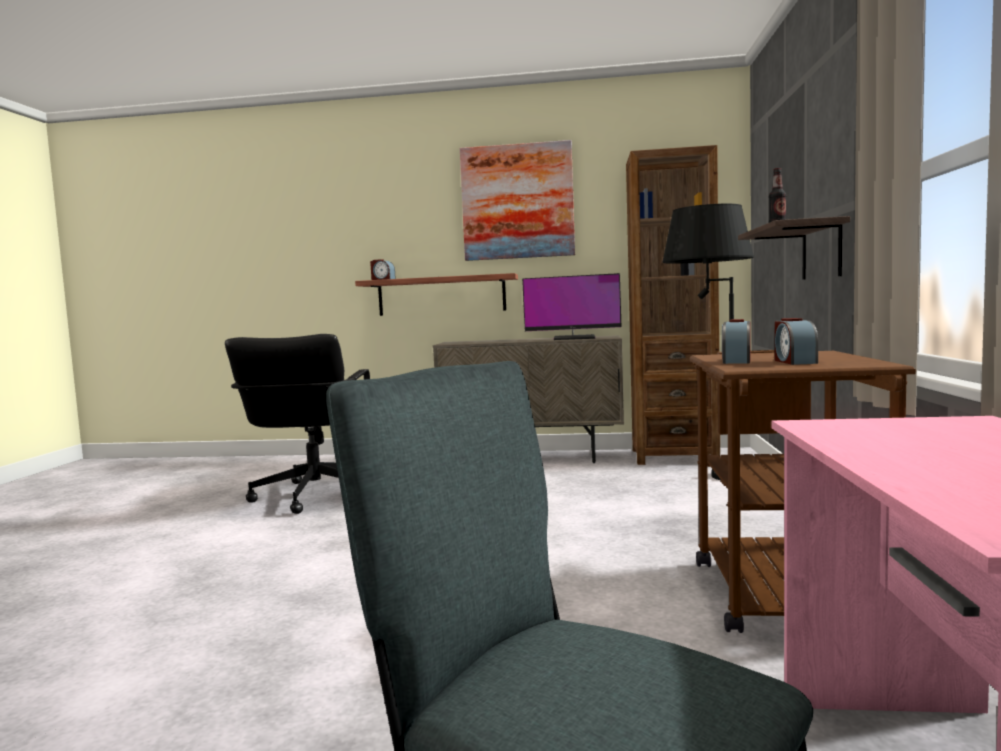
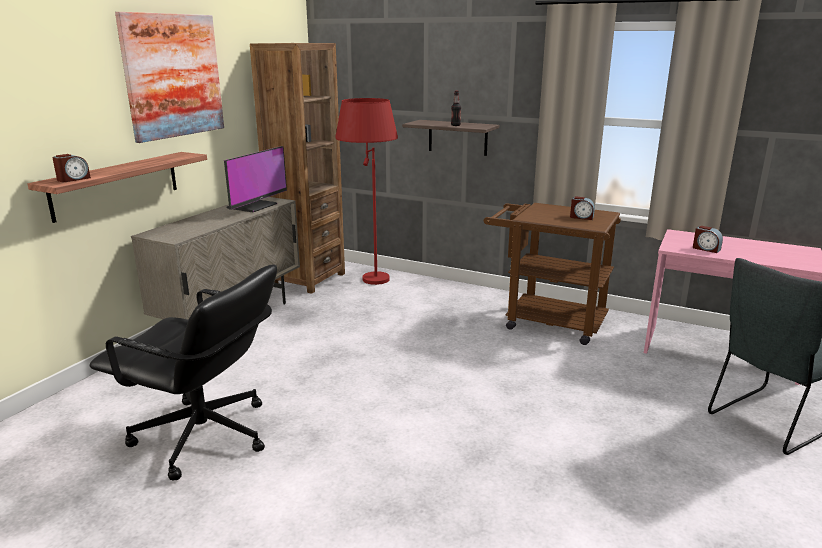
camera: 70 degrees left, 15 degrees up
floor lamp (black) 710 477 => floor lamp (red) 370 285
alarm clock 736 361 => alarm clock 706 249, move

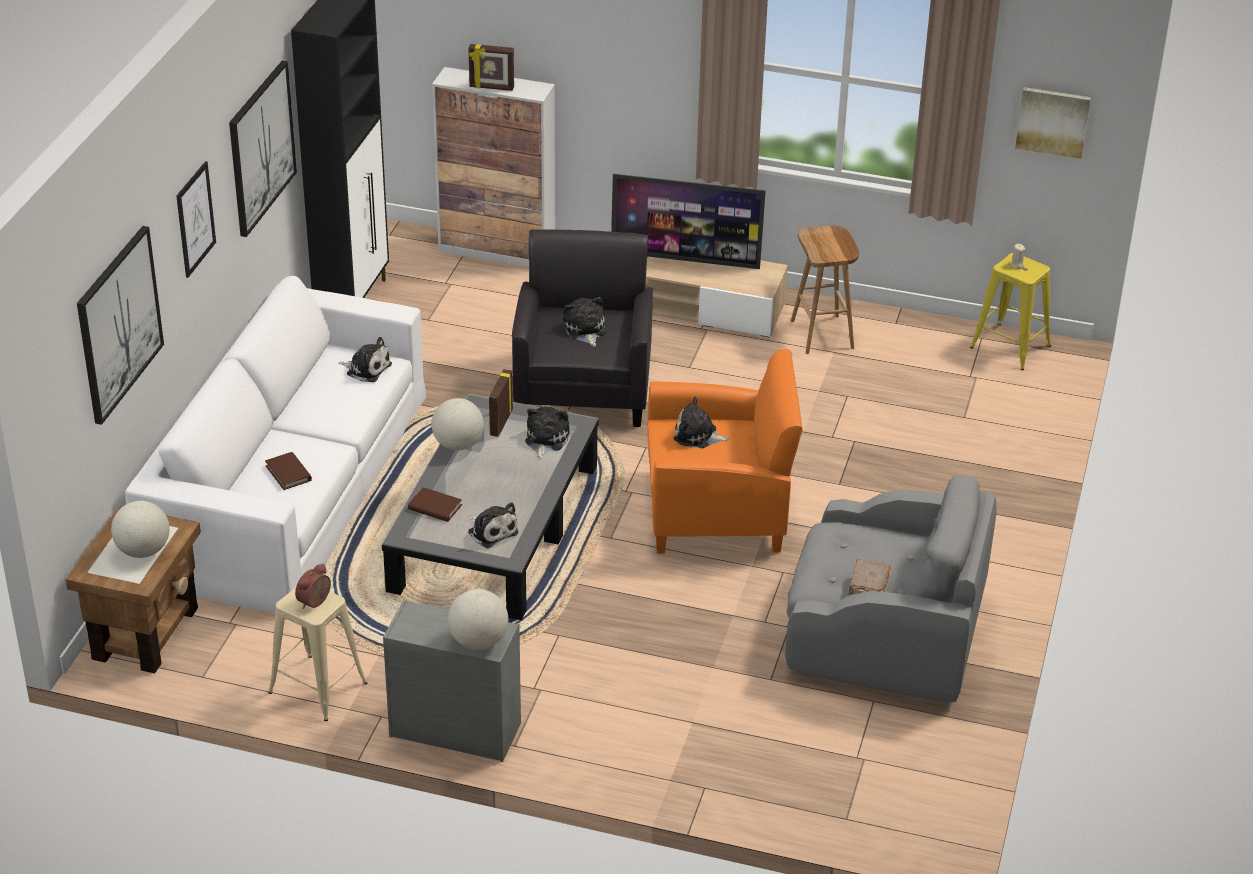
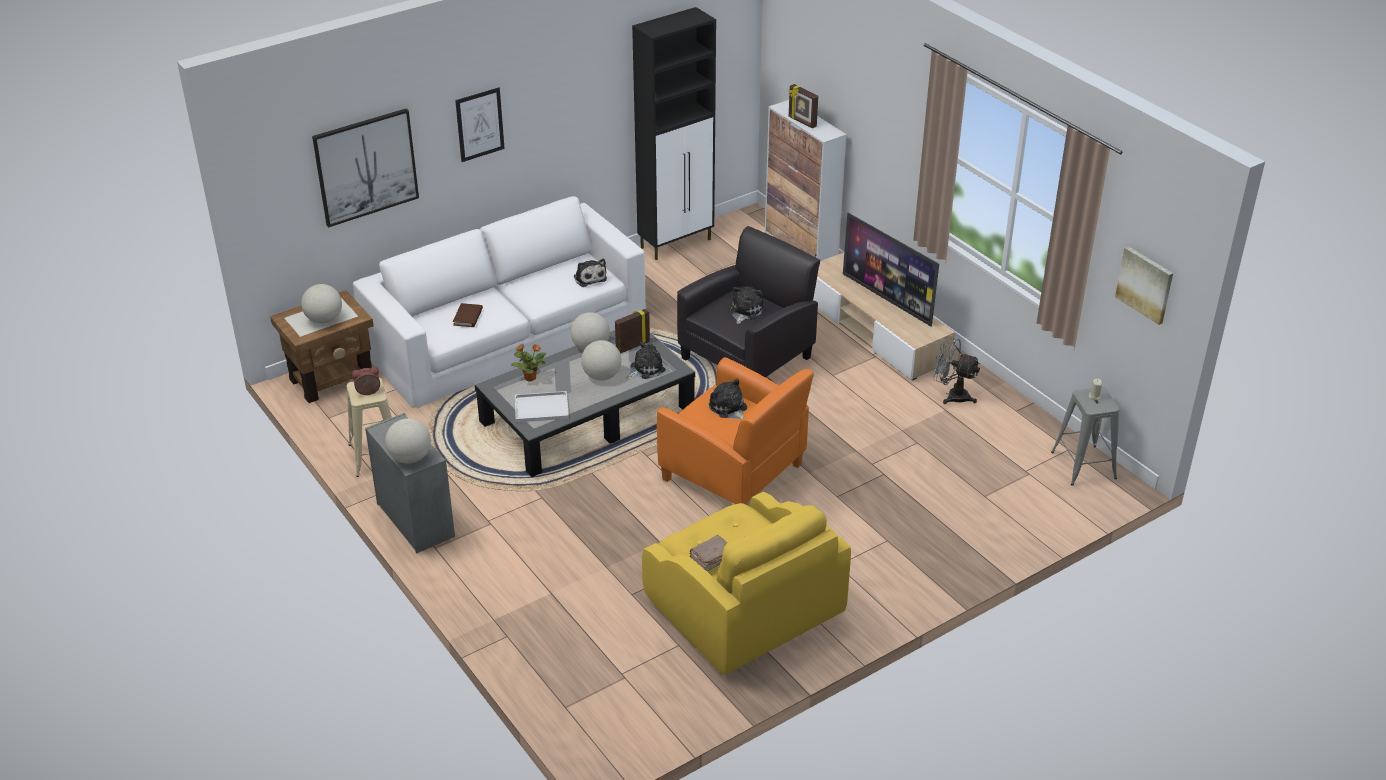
camera: 40 degrees right, 0 degrees up
picture 261 147 => nothing
book (brown) 435 507 => potted plant 529 377
plush toy 491 531 => tray (white) 542 407
armchair (grey) 882 633 => armchair (yellow) 741 606
stool (brown) 823 335 => fan (grey) 952 395
stool (yellow) 1010 347 => stool (grey) 1083 465
nothing => globe 601 376

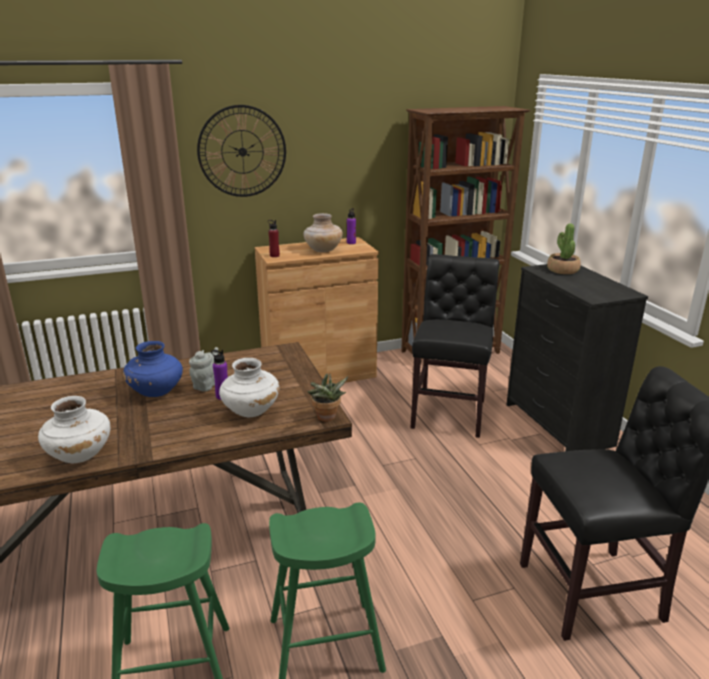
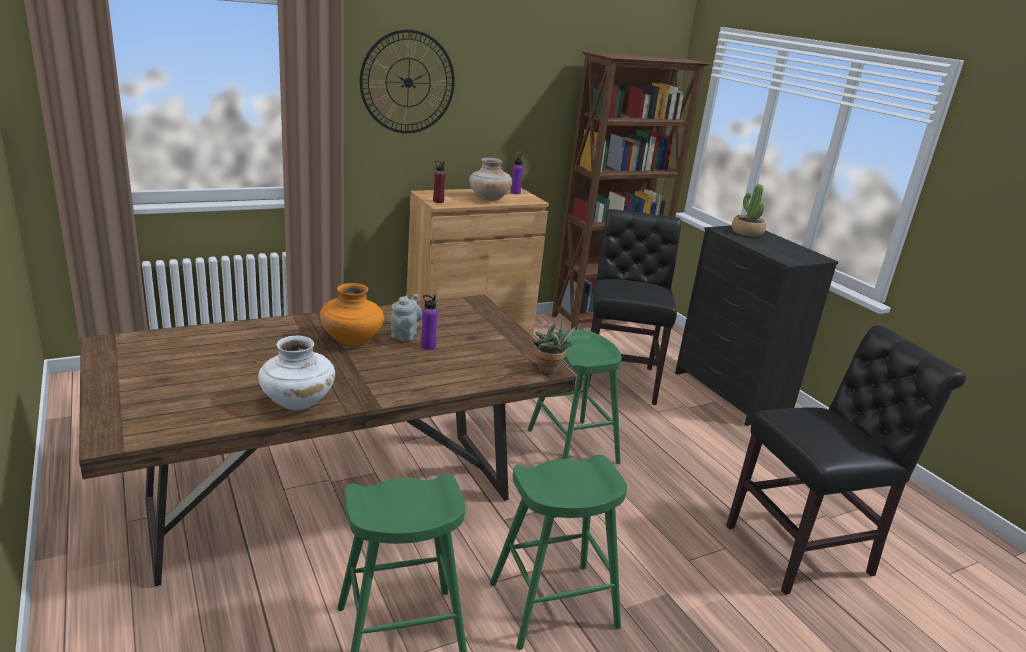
camera: 10 degrees left, 0 degrees up
vase (blue) 156 392 => vase (orange) 352 340
vase (white) 250 411 => nothing
nothing => stool (green) 572 446

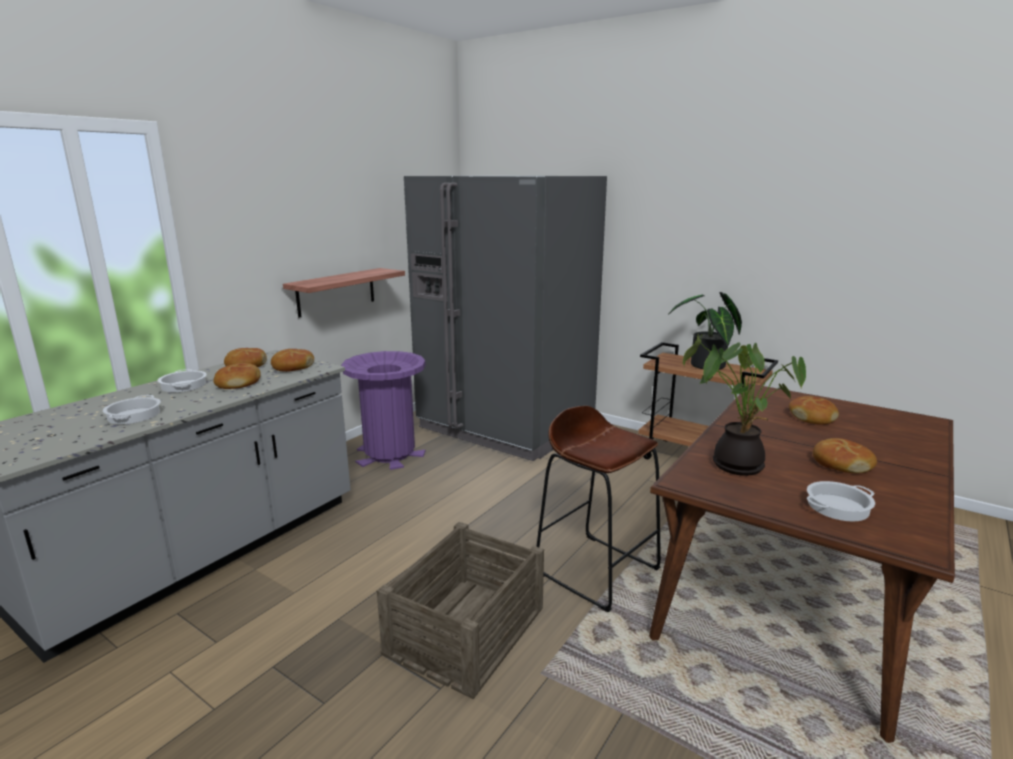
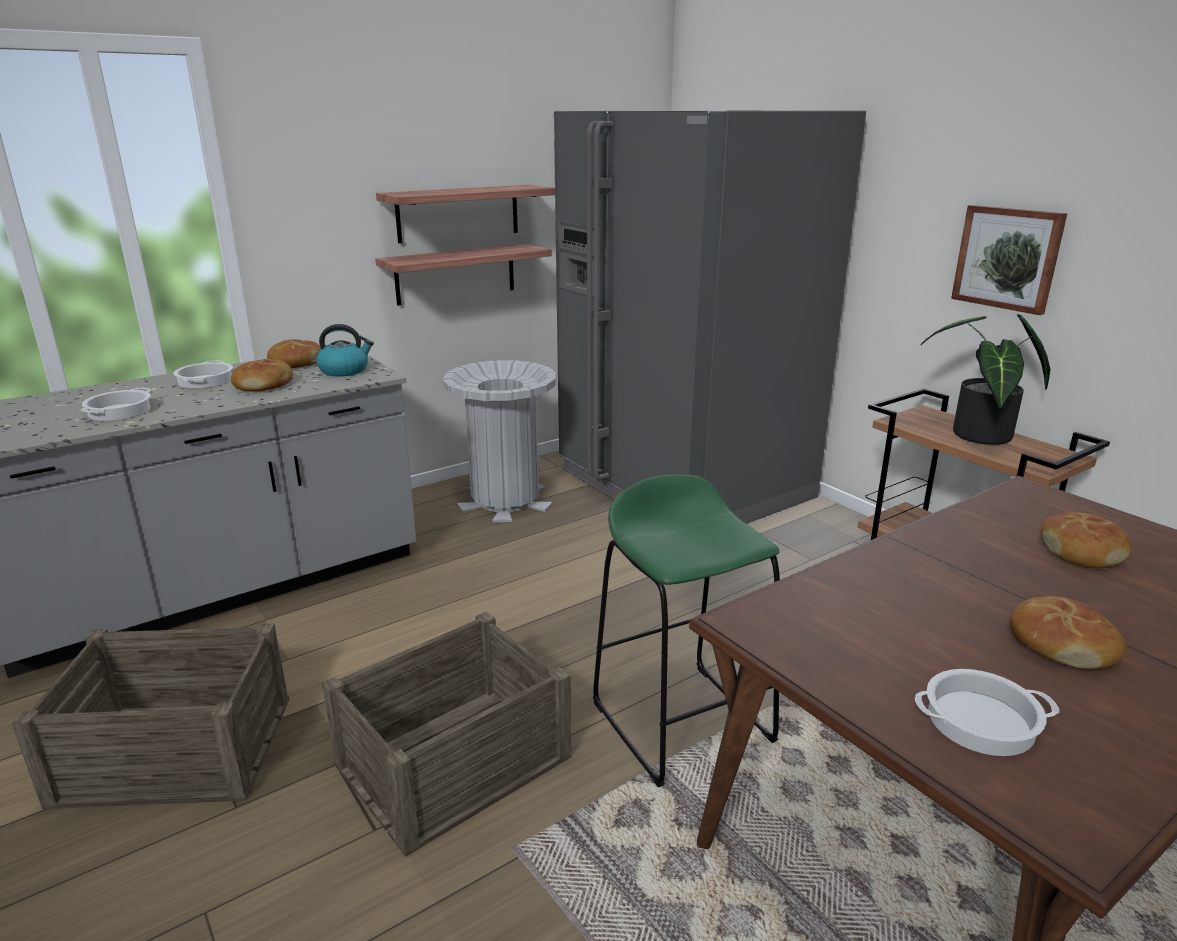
camera: 20 degrees right, 5 degrees up
bread 292 367 => kettle 345 370
trash can (purple) 390 454 => trash can (grey) 505 501
stool (brown) 597 570 => stool (green) 682 721
potted plant 736 464 => nothing
nothing => crate 176 751
nothing => shelf 458 213
nothing => picture 1008 258

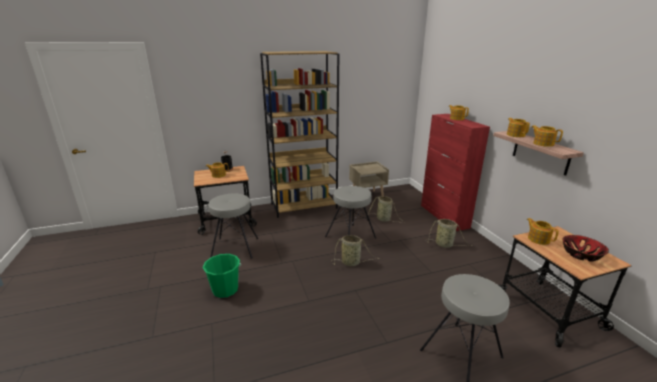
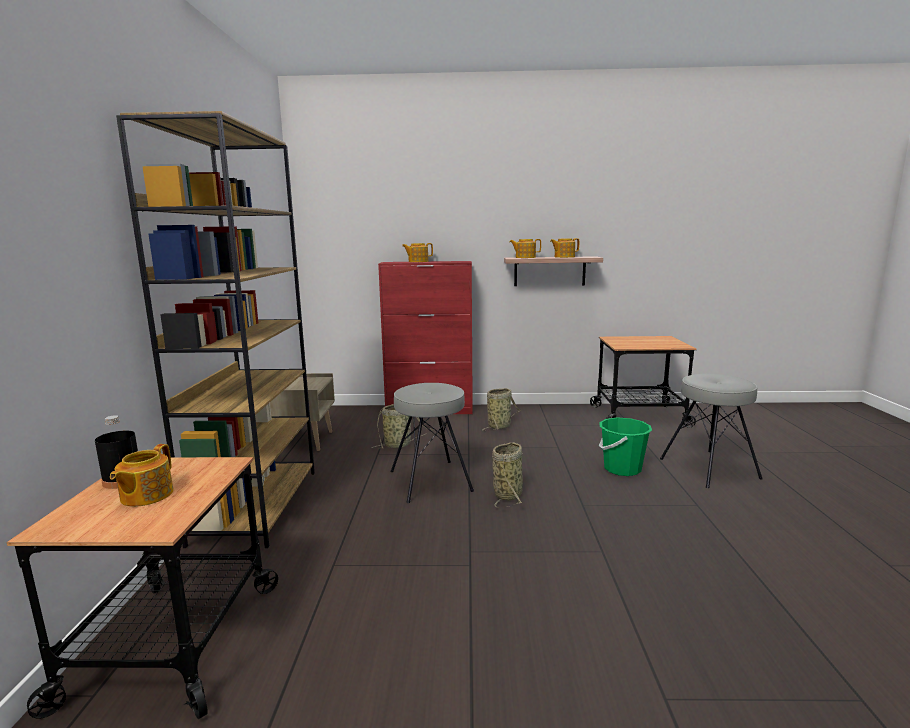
camera: 70 degrees left, 10 degrees down
bucket (green) 225 290 => bucket (green) 622 469, move
stool (grey) 235 248 => nothing
teapot 538 239 => nothing
bowl 581 254 => nothing

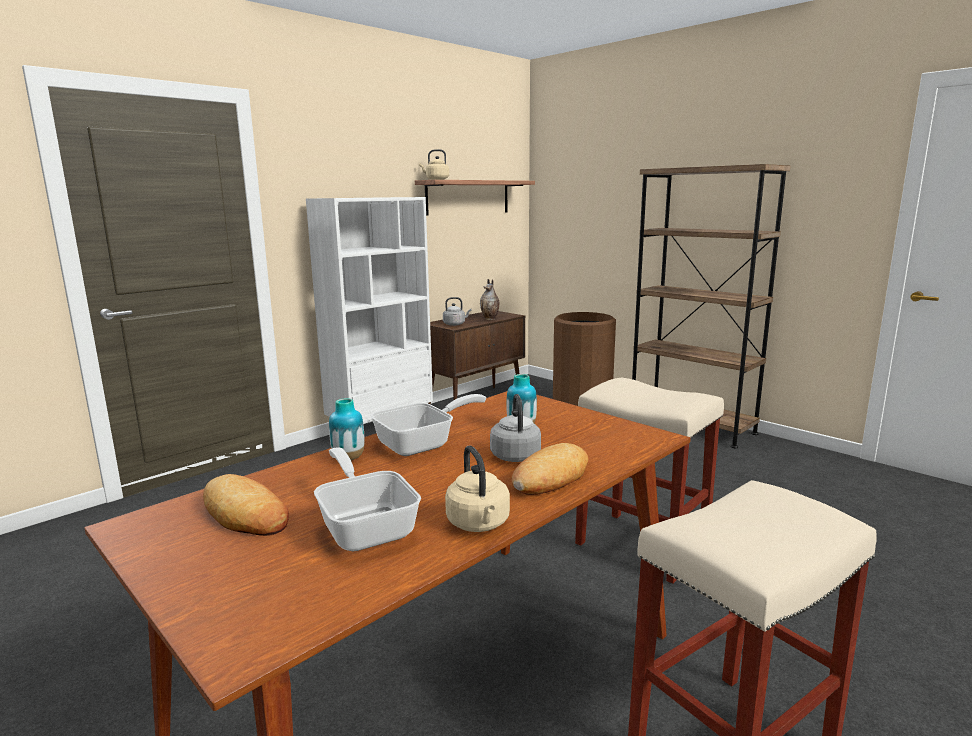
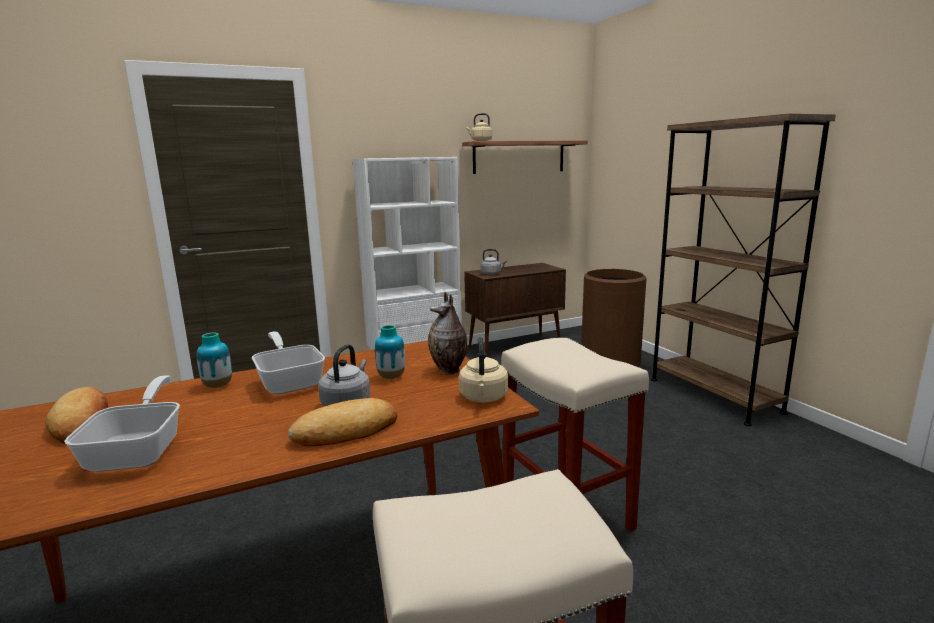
camera: 20 degrees right, 0 degrees up
frying pan 423 444 => frying pan 290 381, 105 degrees counterclockwise
kettle (beige) 479 524 => kettle (beige) 483 398, move
vase 490 319 => vase 449 371, move

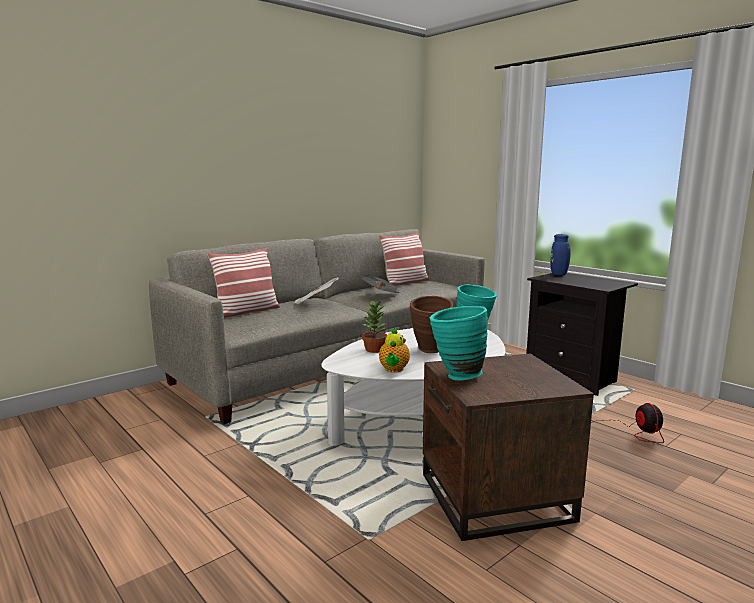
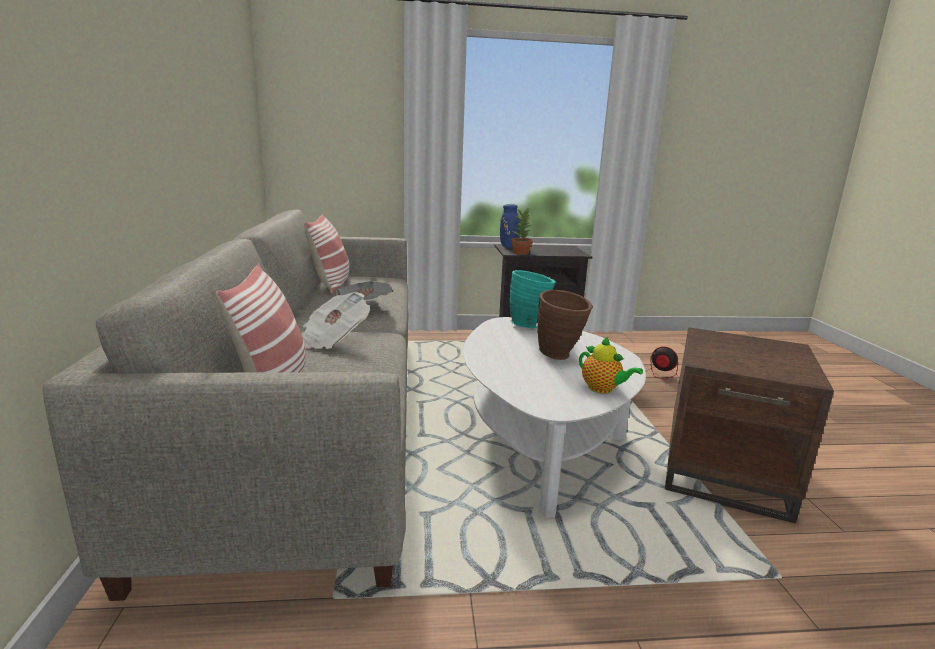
camera: 55 degrees left, 5 degrees up
potted plant 374 350 => potted plant 521 253, move
vase (turquoise) 456 376 => nothing

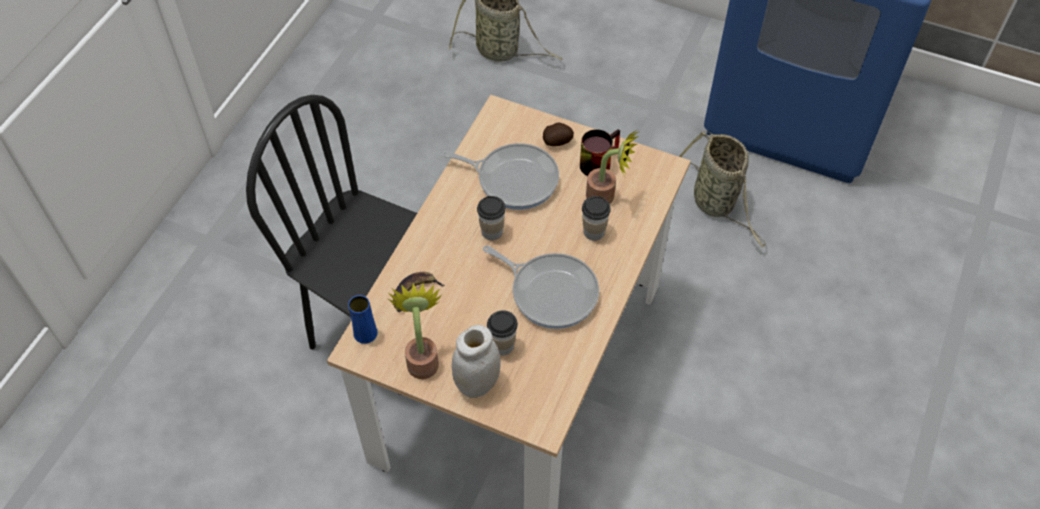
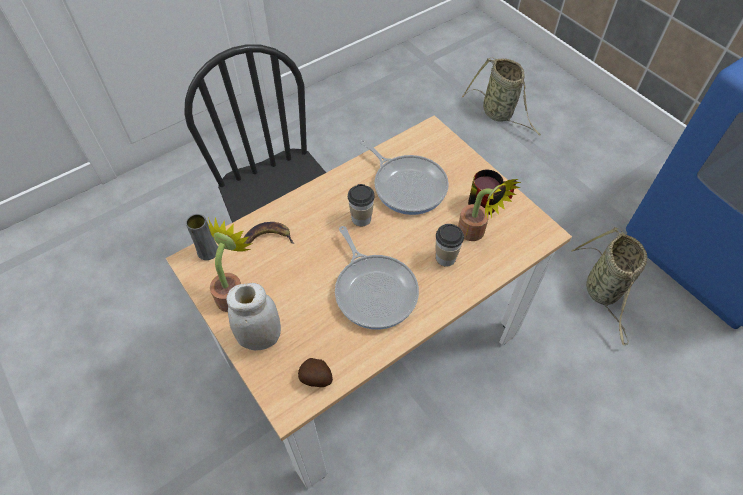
camera: 30 degrees right, 0 degrees up
vase (blue) 365 333 => vase (grey) 208 251
cup 502 345 => nothing
potato 558 141 => potato 317 378, move

